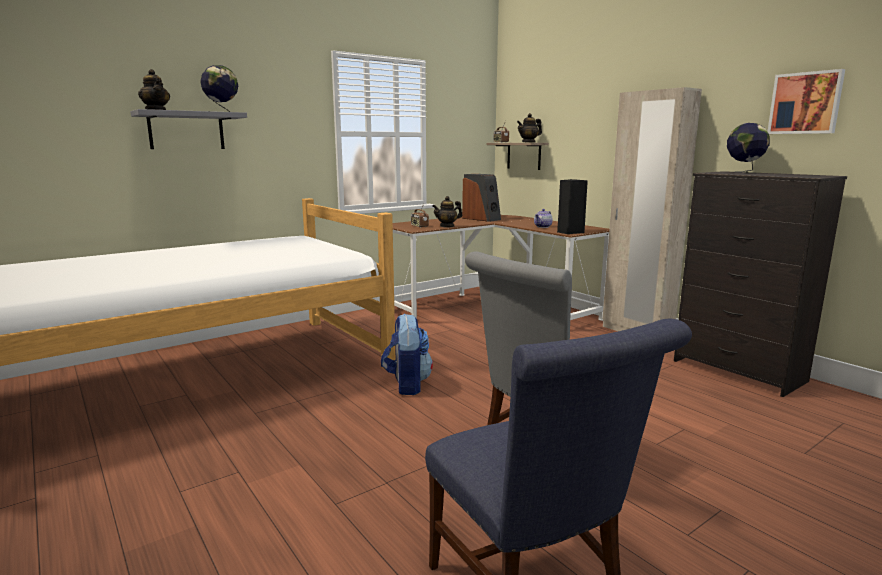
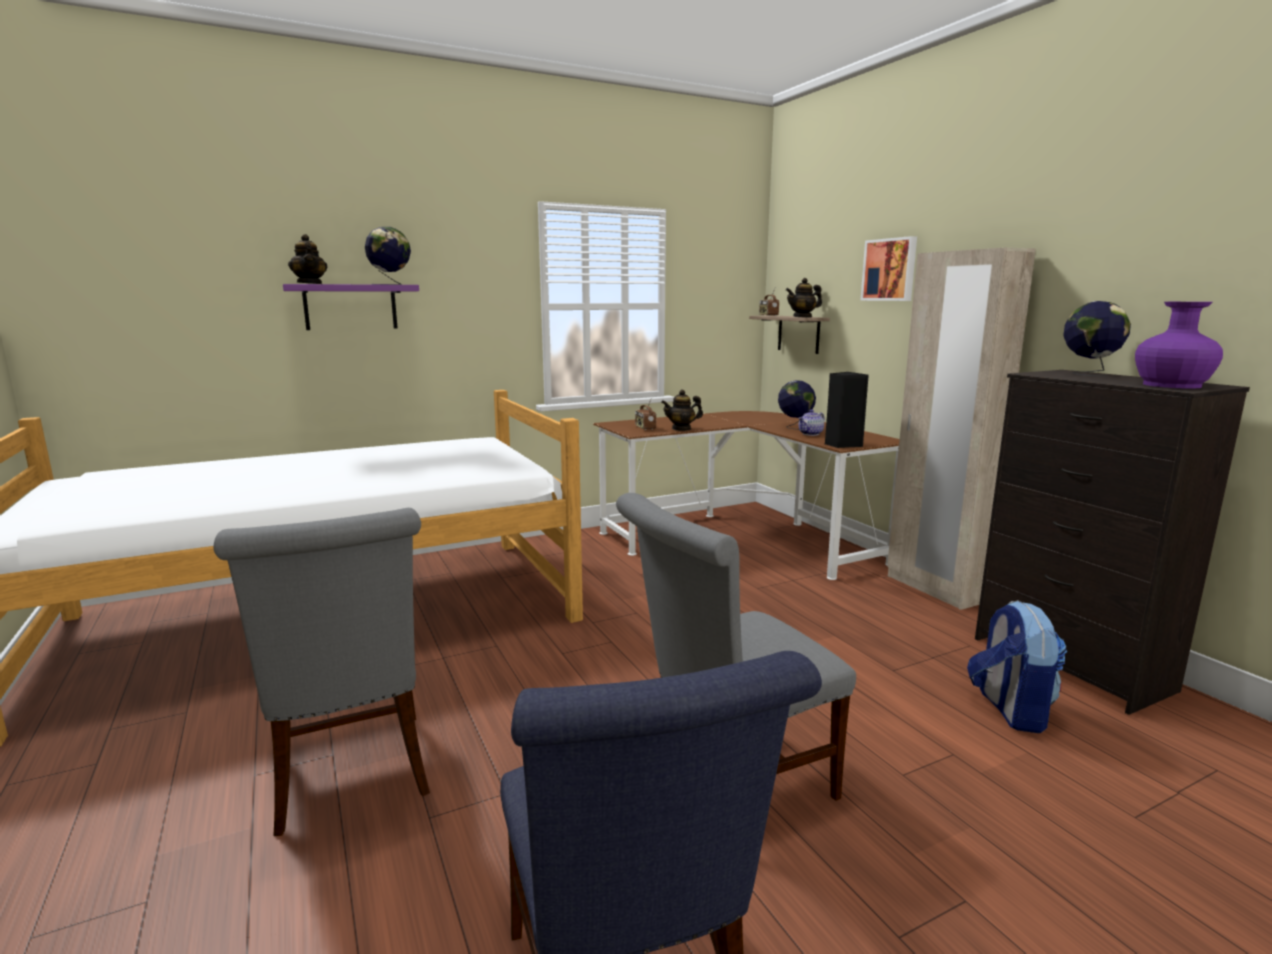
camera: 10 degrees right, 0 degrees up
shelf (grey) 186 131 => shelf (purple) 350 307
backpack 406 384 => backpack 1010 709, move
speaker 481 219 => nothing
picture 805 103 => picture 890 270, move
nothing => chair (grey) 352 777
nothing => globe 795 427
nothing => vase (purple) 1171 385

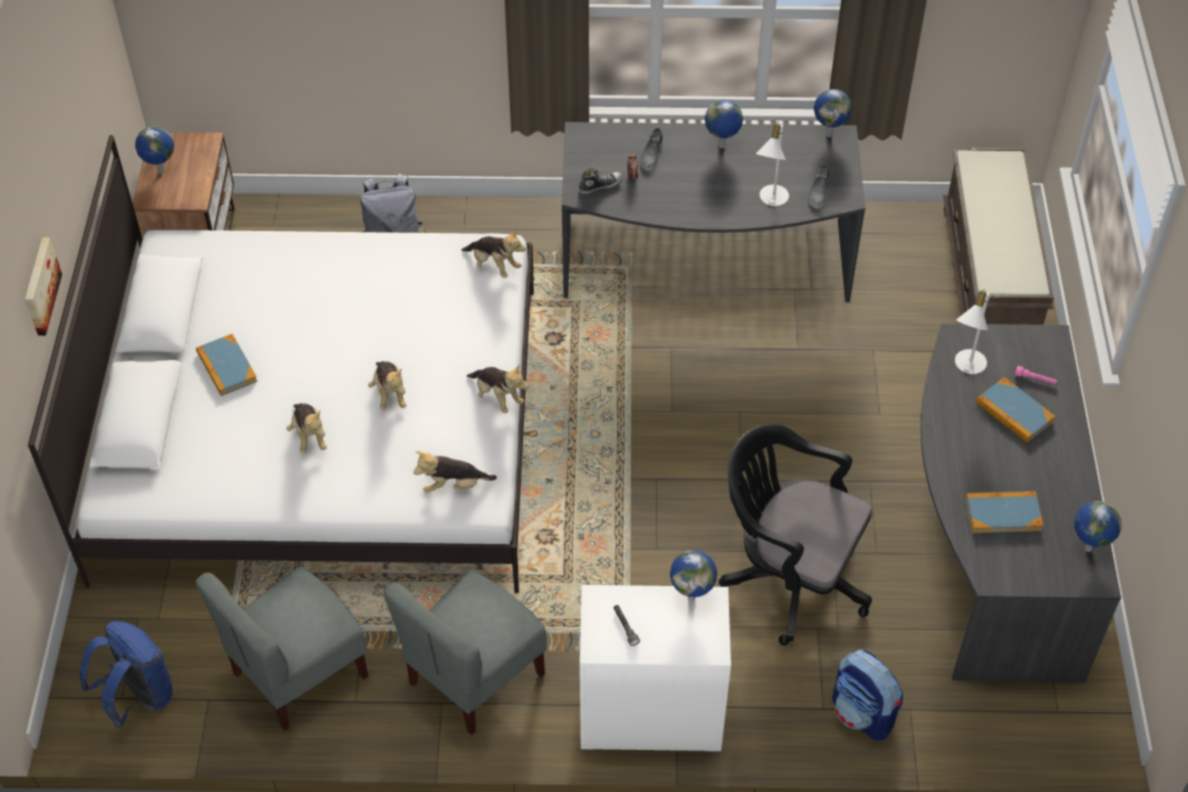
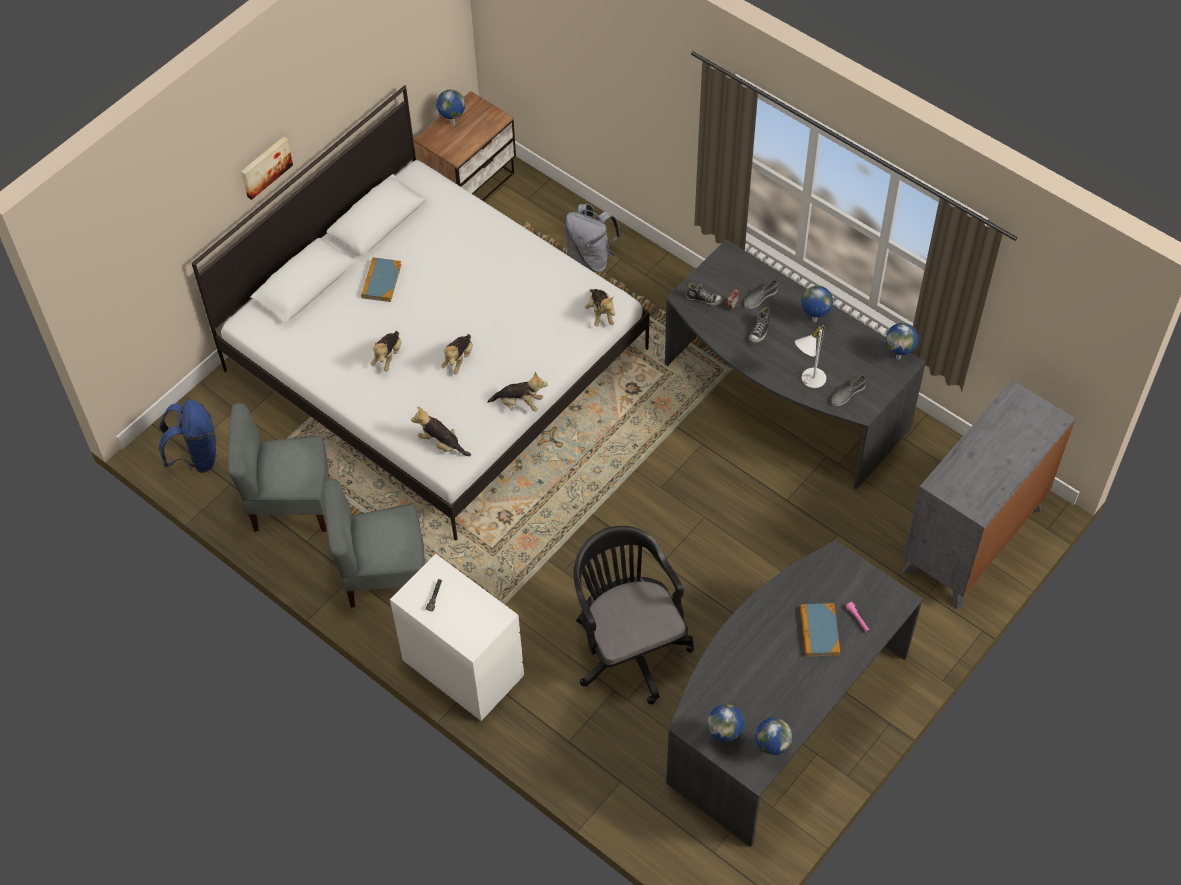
camera: 40 degrees right, 5 degrees up
plush toy 497 397 => plush toy 519 404, 75 degrees counterclockwise
globe 692 597 => globe 724 737, move
backpack 863 714 => nothing
bench (brown) 989 282 => dresser (grey) 972 540
table lamp (white) 966 365 => nothing
book 1003 514 => nothing
nothing => shoe 760 331

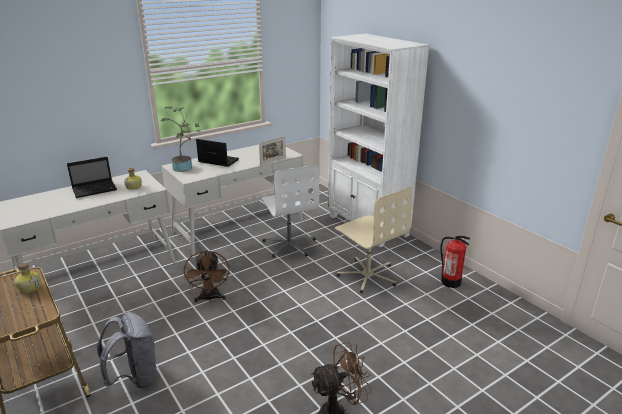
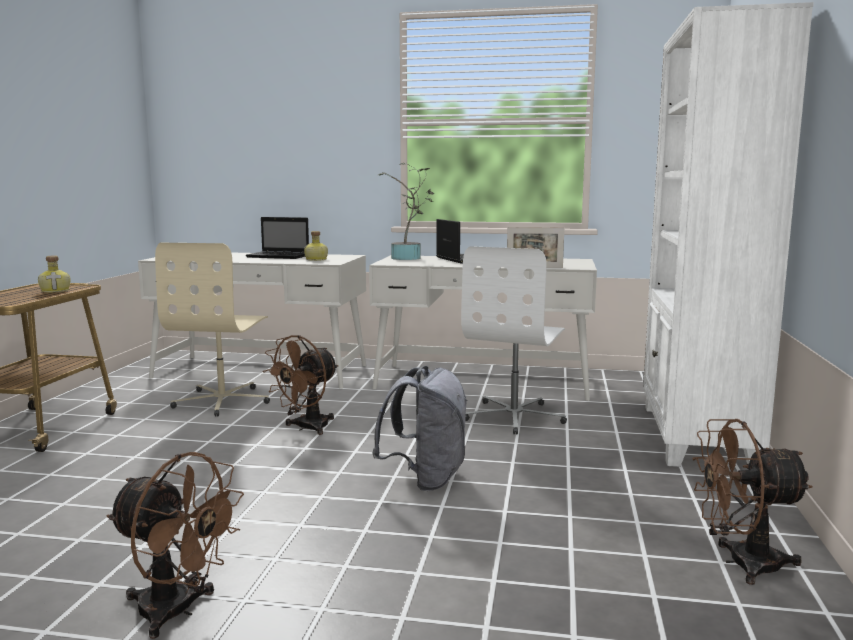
camera: 45 degrees right, 15 degrees down
backpack (grey) 134 378 => backpack (grey) 426 479, move
office chair (beige) 368 275 => office chair (beige) 223 401, move
fire extinguisher 450 282 => fan (brown) 741 563

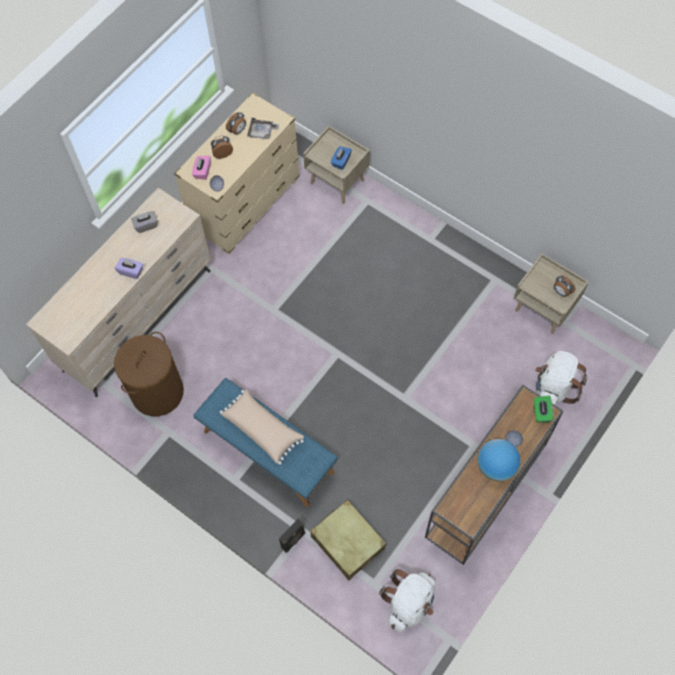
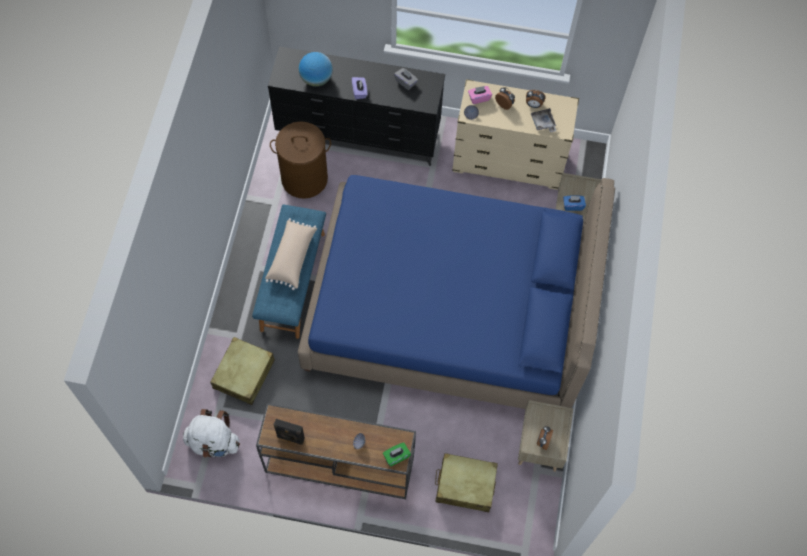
camera: 60 degrees right, 0 degrees up
dresser (beige) 139 320 => dresser (black) 359 136
speaker (black) 294 541 => speaker (black) 290 438, move
globe 496 466 => globe 316 79, move
backpack (white) 554 387 => suitcase (beige) 465 485
nothing => bed (blue) 449 309

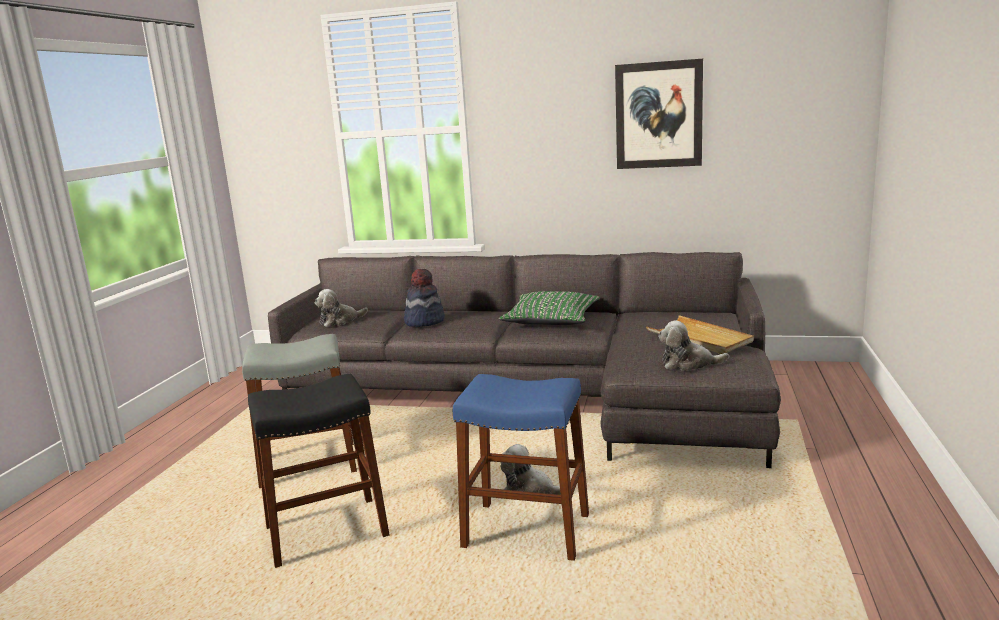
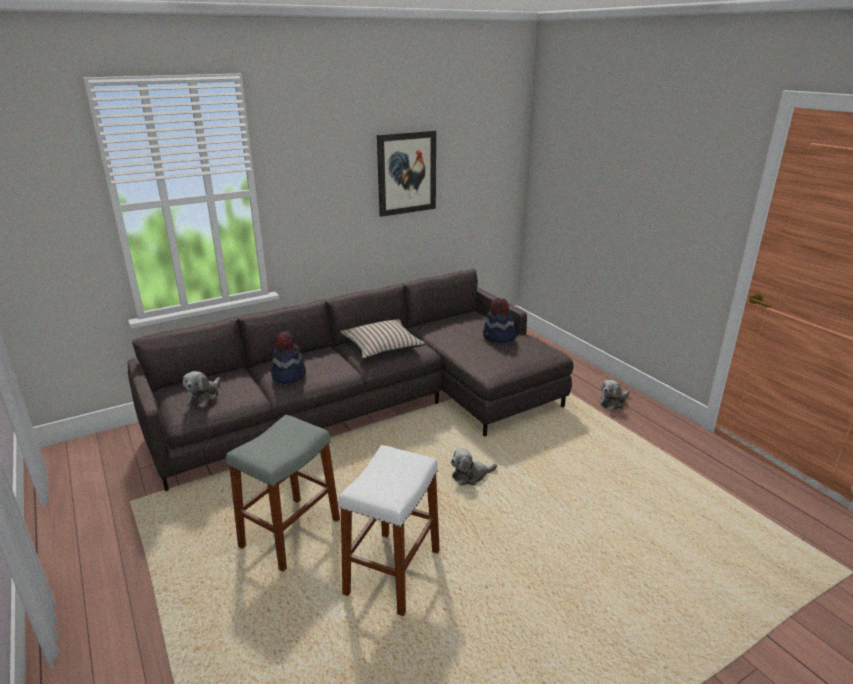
camera: 45 degrees left, 10 degrees up
stool (black) 326 532 => stool (white) 393 572
stool (blue) 526 531 => nothing
pillow (green) 551 319 => pillow (beige) 382 346
tray (beige) 699 338 => hat 499 337
plush toy 688 364 => plush toy 613 402, move

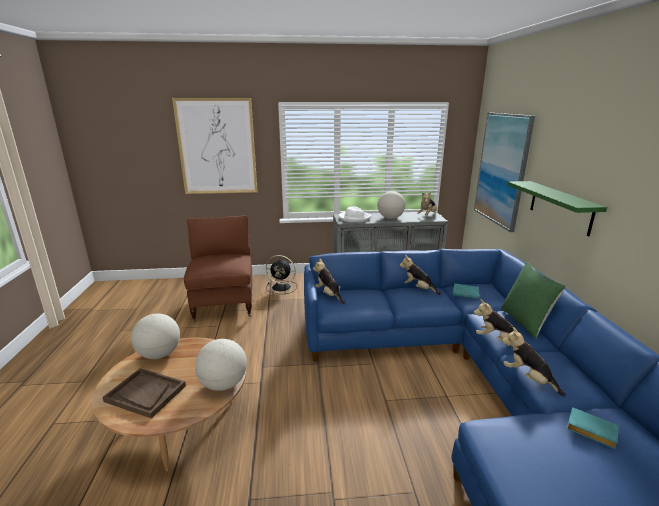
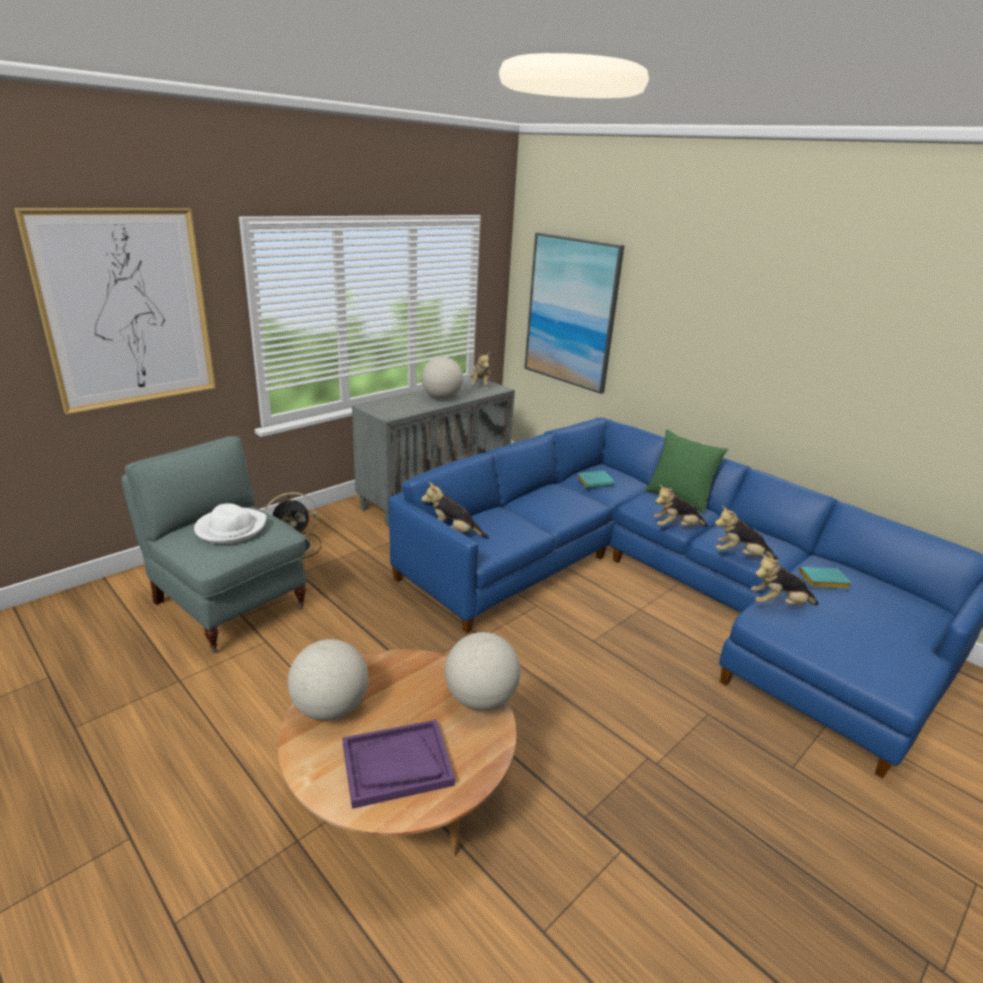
camera: 40 degrees left, 5 degrees up
tray (brown) 145 393 => tray (purple) 396 764
armchair (brown) 224 304 => armchair (grey) 229 605
hat (white) 354 218 => hat (white) 231 528, move
plush toy 418 289 => plush toy 778 604, move
shelf (green) 560 207 => nothing

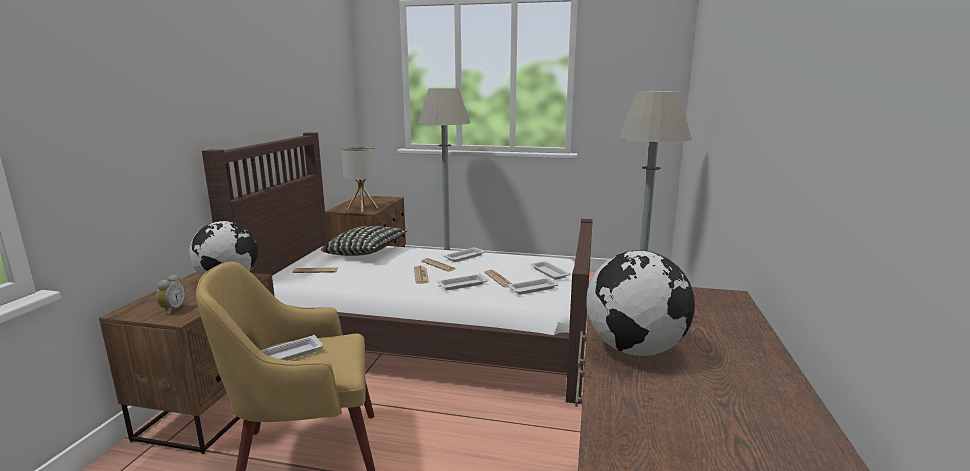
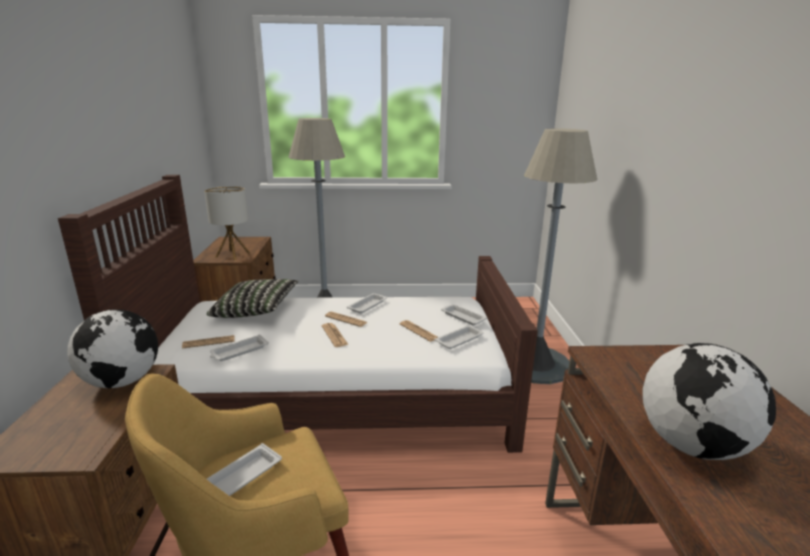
camera: 15 degrees left, 5 degrees up
alarm clock 172 310 => nothing
tray (white) 461 285 => tray (white) 239 351, move

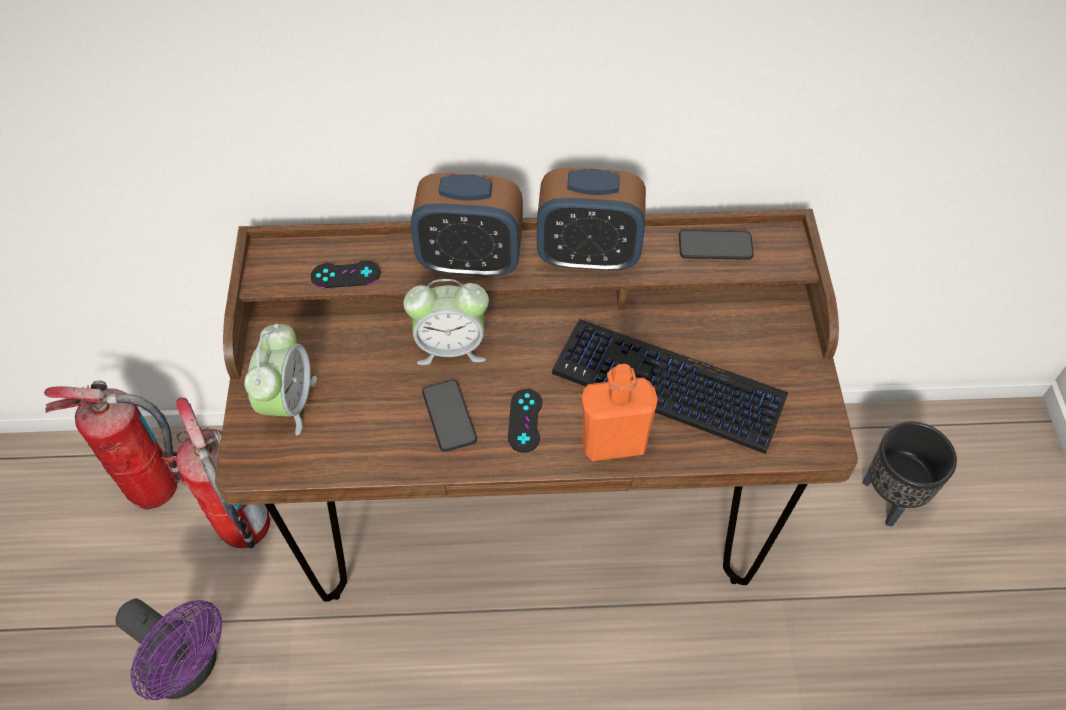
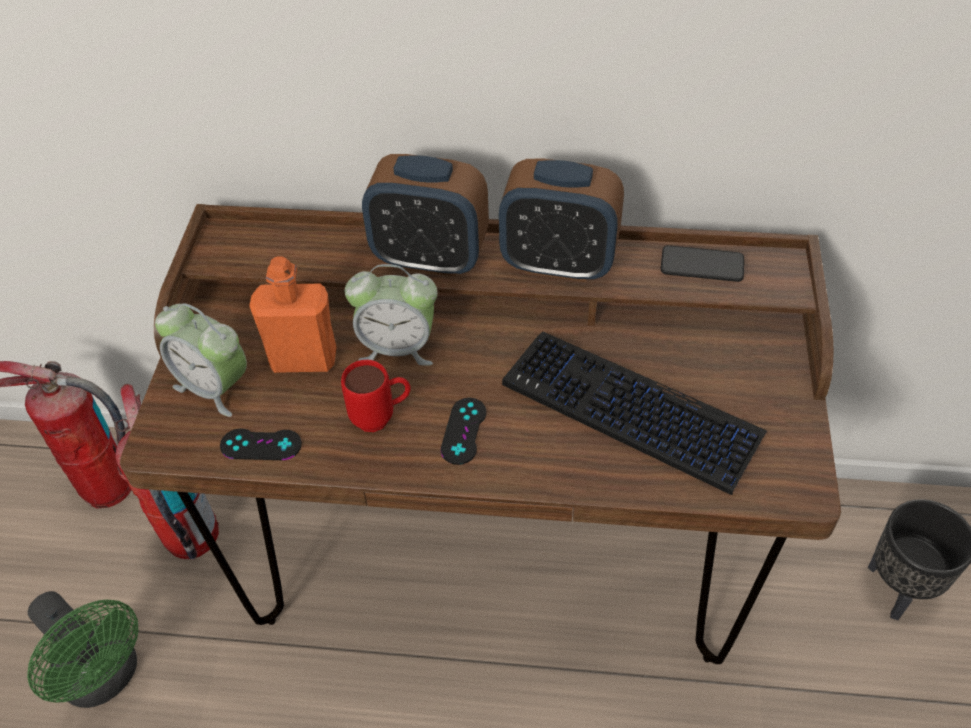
camera: 10 degrees right, 5 degrees down
fan (purple) 189 668 => fan (green) 106 678
alarm clock 288 403 => alarm clock 215 387, 105 degrees clockwise
game controller (black) 345 275 => game controller (black) 261 445, move
phone 449 416 => mug (red) 382 418
bottle (orange) 613 442 => bottle (orange) 304 359, move

